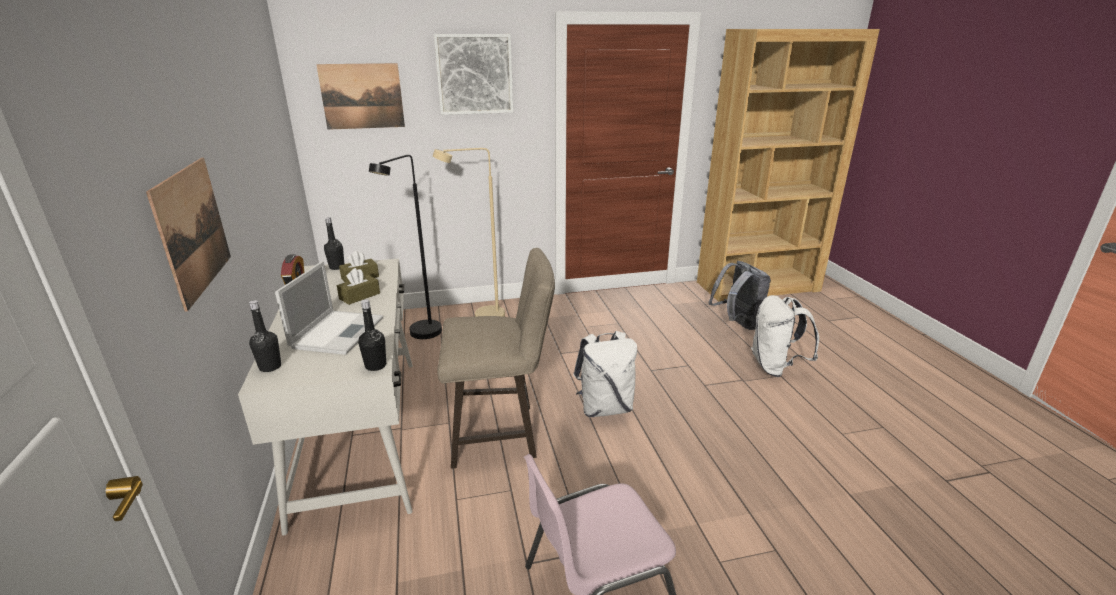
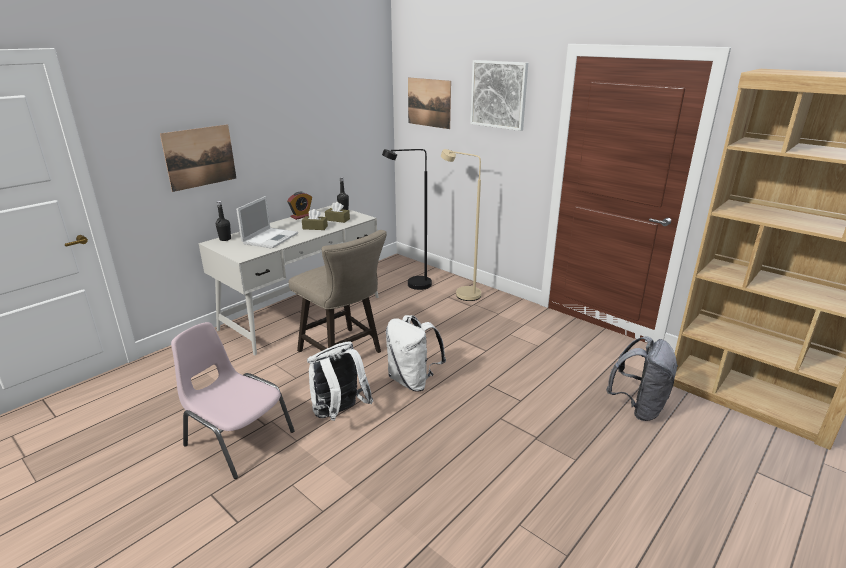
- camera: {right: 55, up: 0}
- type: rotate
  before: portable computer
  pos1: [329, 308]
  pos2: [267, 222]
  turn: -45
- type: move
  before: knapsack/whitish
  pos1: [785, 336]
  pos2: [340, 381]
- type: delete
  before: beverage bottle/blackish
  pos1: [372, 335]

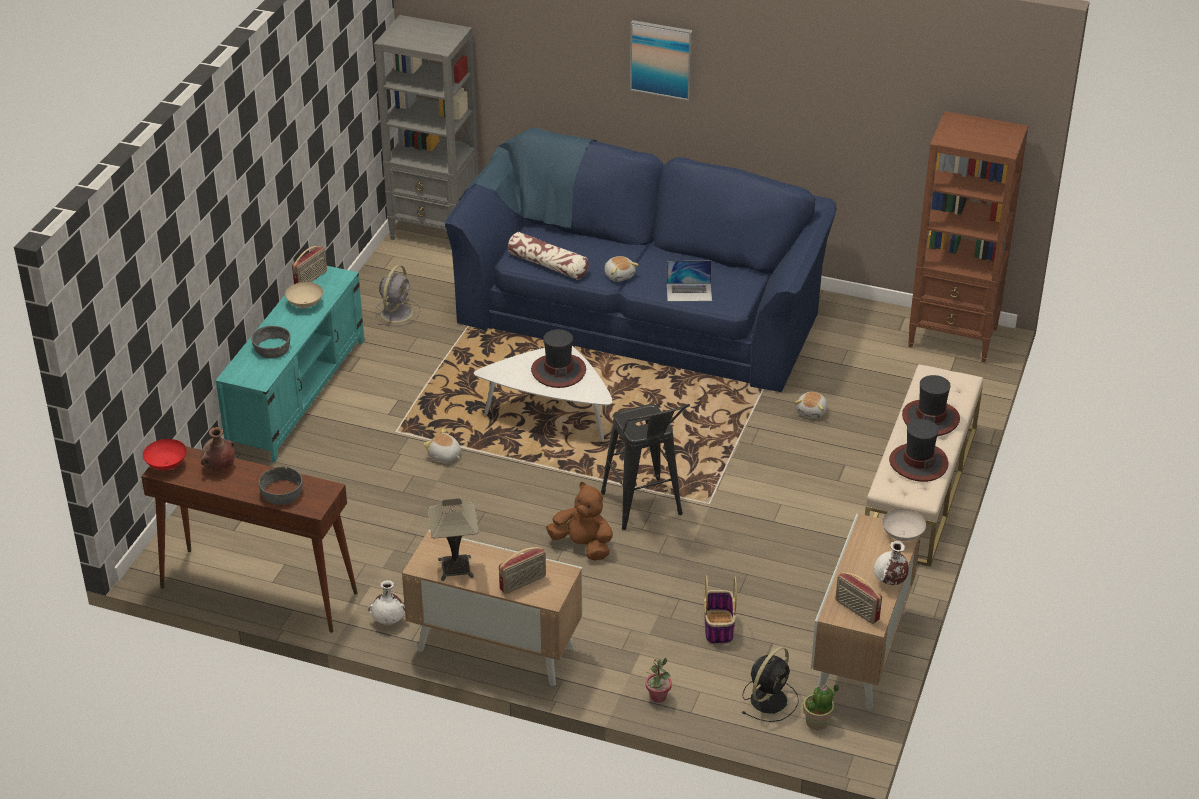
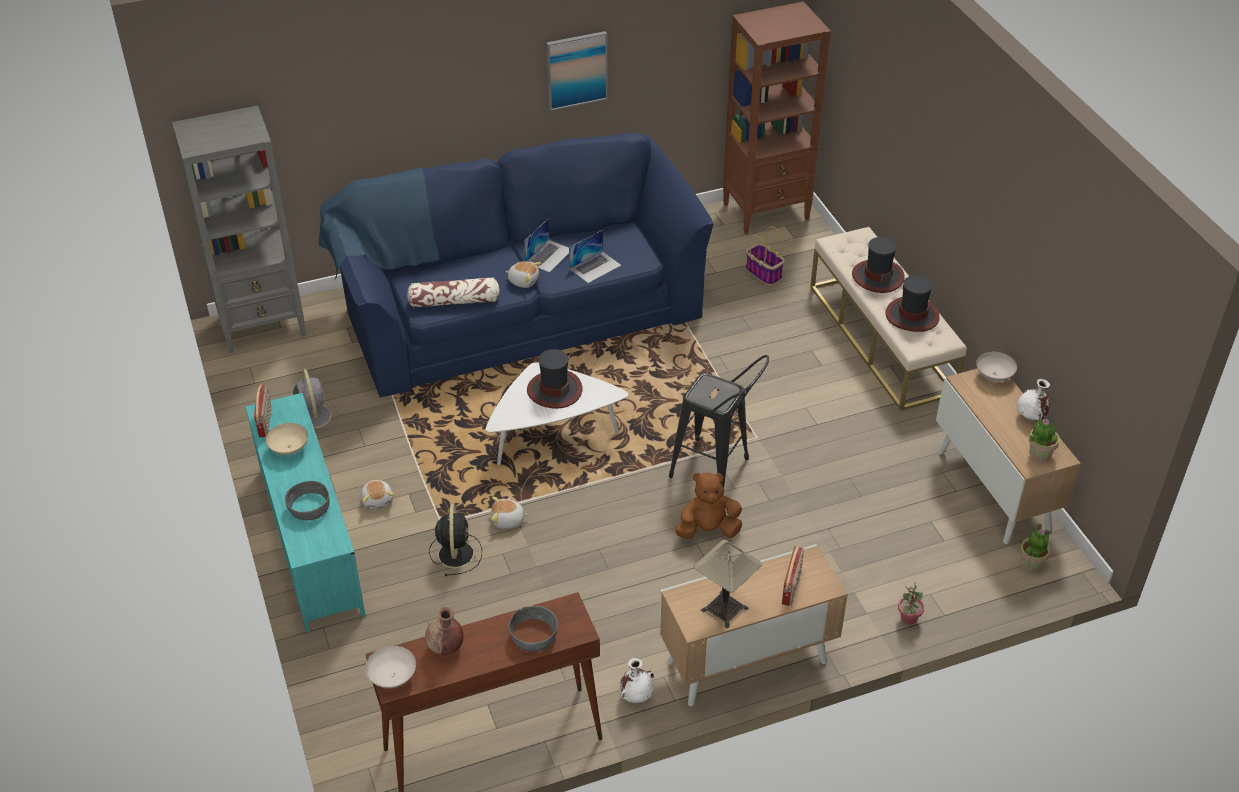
- camera: {right: -40, up: 5}
- type: move
  before: picture
  pos1: [661, 60]
  pos2: [577, 71]
- type: move
  before: soft toy
  pos1: [811, 405]
  pos2: [377, 494]
- type: recolor
  before: deep dish/red
  after: deep dish/whitish
  pos1: [165, 454]
  pos2: [390, 667]
- type: replace
  before: radio receiver
  after: plant in a pot
  pos1: [858, 598]
  pos2: [1044, 440]
- type: move
  before: storage basket
  pos1: [720, 610]
  pos2: [765, 255]
- type: move
  before: electric fan/blackish
  pos1: [770, 684]
  pos2: [455, 539]
- type: insert
  after: portable computer
  pos2: [546, 245]

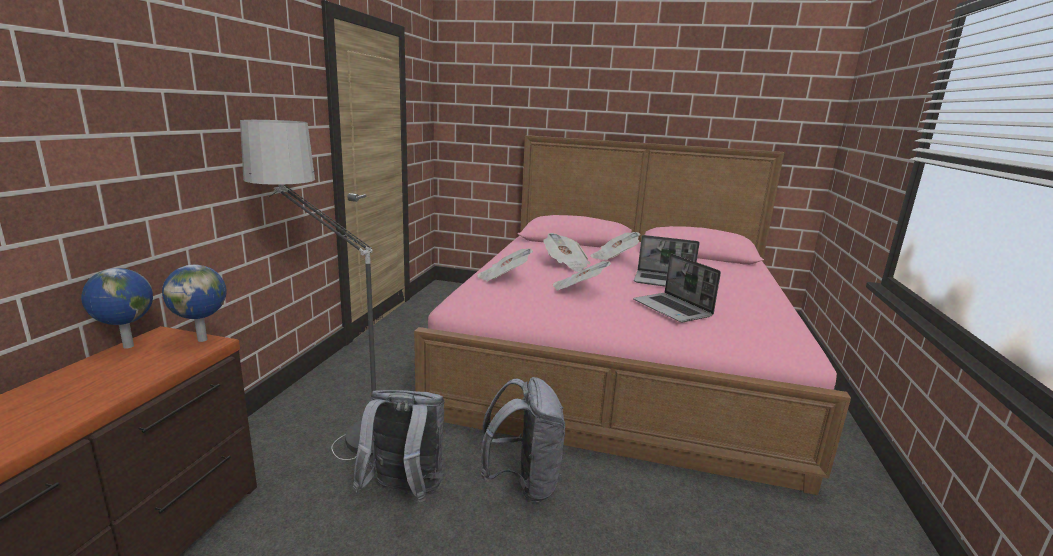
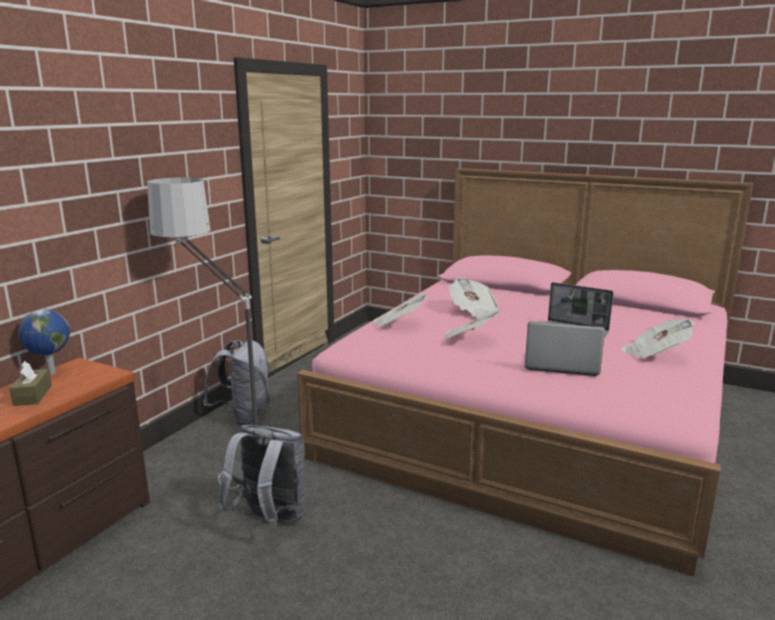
- camera: {right: 15, up: 0}
- type: move
  before: newspaper
  pos1: [615, 246]
  pos2: [658, 339]
- type: rotate
  before: portable computer
  pos1: [677, 288]
  pos2: [565, 349]
  turn: 120
- type: delete
  before: globe
  pos1: [194, 303]
- type: move
  before: knapsack/grey
  pos1: [523, 439]
  pos2: [236, 383]
- type: insert
  after: tissue holder/brown-coloured
  pos2: [30, 383]

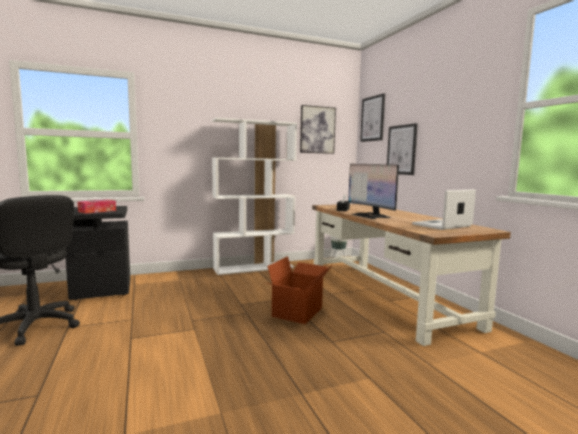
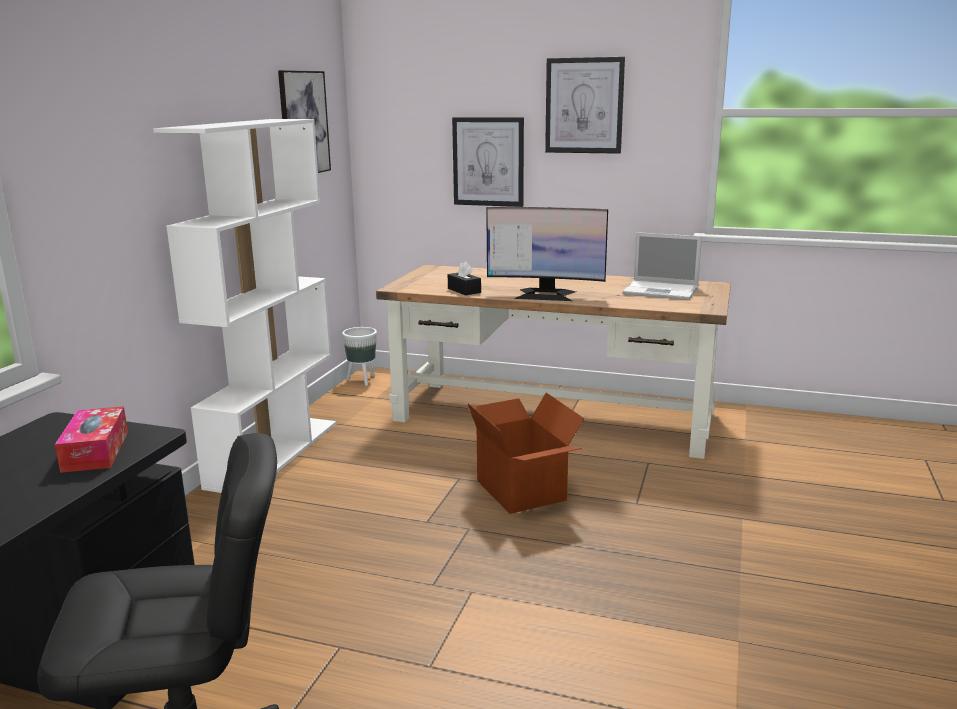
- camera: {right: -50, up: 10}
- type: move
  before: picture
  pos1: [372, 117]
  pos2: [585, 105]
- type: rotate
  before: portable computer
  pos1: [444, 209]
  pos2: [662, 266]
  turn: -75

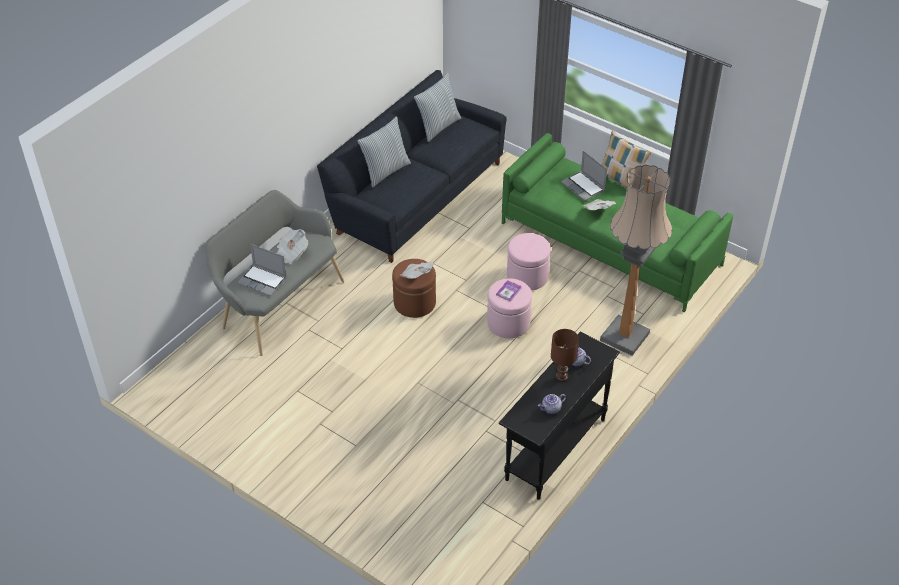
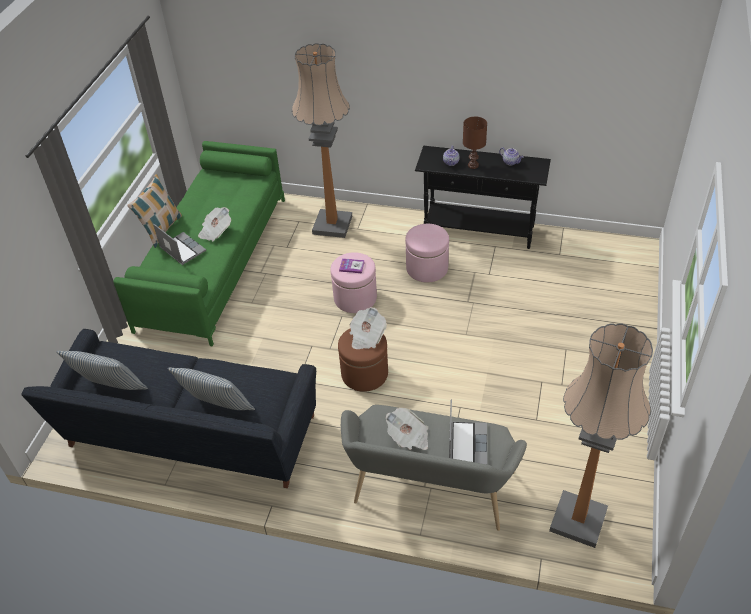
- camera: {right: -110, up: 0}
- type: rotate
  before: portable computer
  pos1: [584, 175]
  pos2: [179, 244]
  turn: -75
- type: move
  before: pouffe/pink-coloured
  pos1: [529, 262]
  pos2: [427, 253]
- type: insert
  after: floor lamp
  pos2: [601, 435]

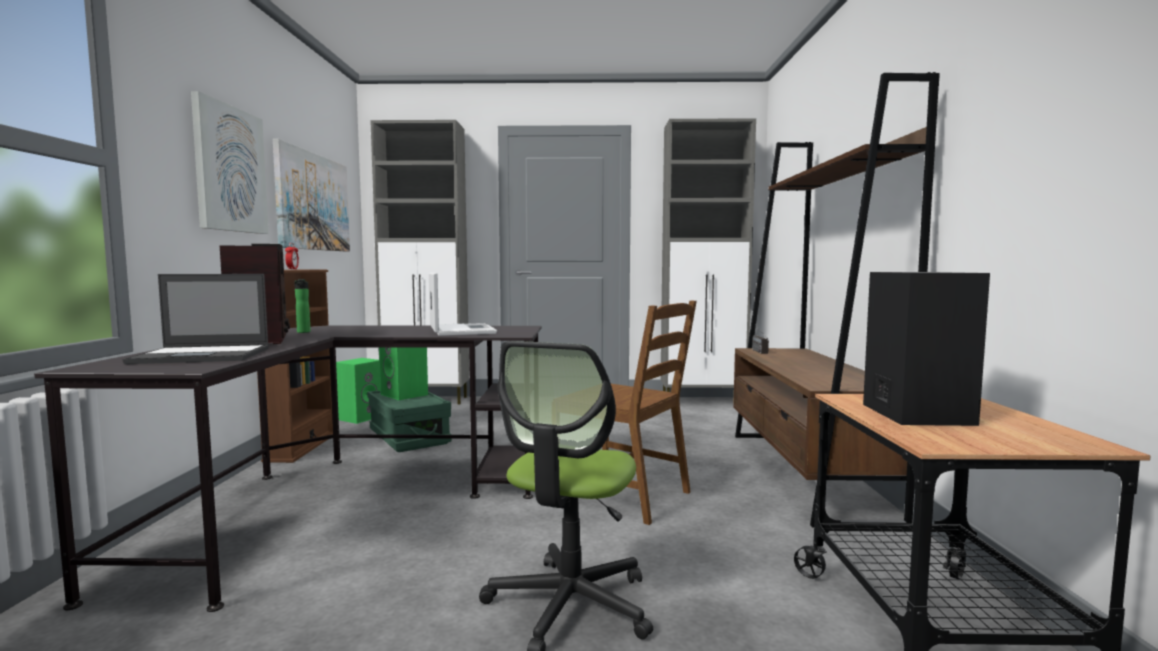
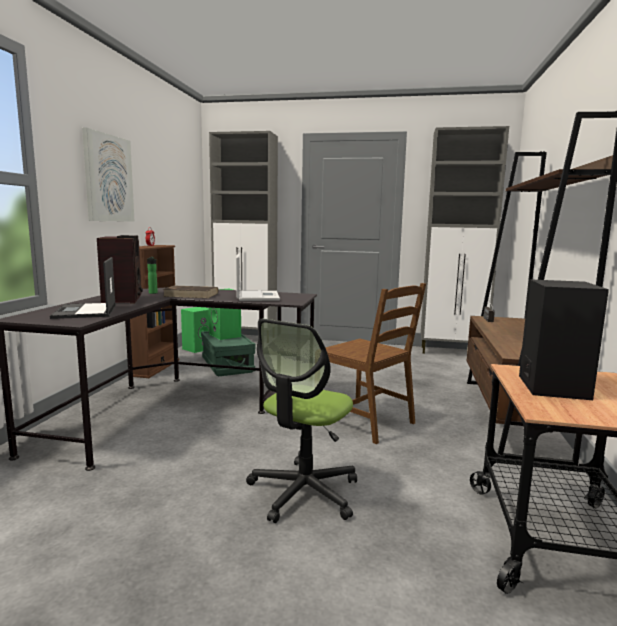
- camera: {right: 10, up: 5}
- type: delete
  before: picture
  pos1: [311, 195]
- type: rotate
  before: portable computer
  pos1: [196, 319]
  pos2: [83, 288]
  turn: 75
- type: insert
  after: book/brown-coloured
  pos2: [190, 292]

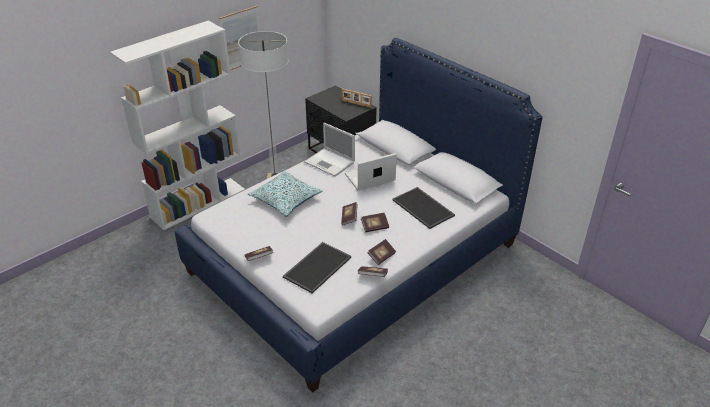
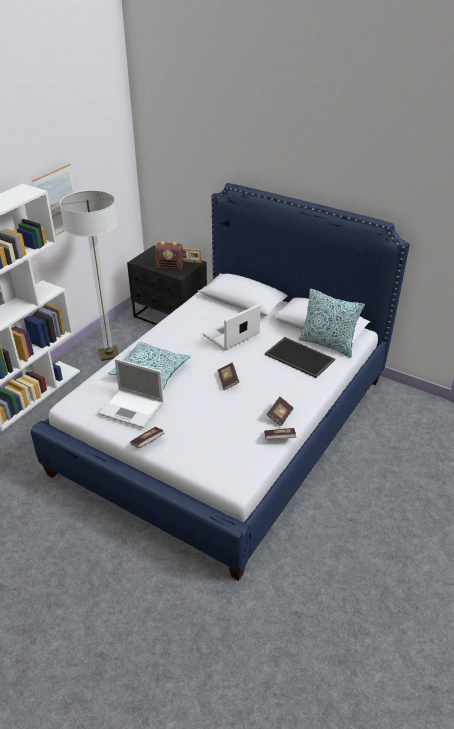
- camera: {right: -15, up: 0}
- type: move
  before: portable computer
  pos1: [329, 150]
  pos2: [131, 393]
- type: delete
  before: book
  pos1: [375, 223]
- type: delete
  before: tray
  pos1: [317, 267]
- type: insert
  after: radio receiver
  pos2: [169, 256]
- type: insert
  after: throw pillow
  pos2: [331, 323]

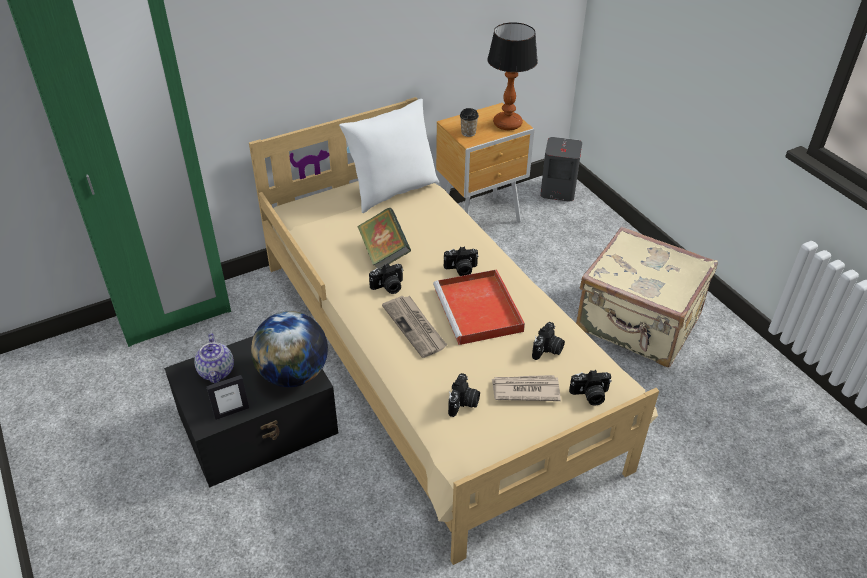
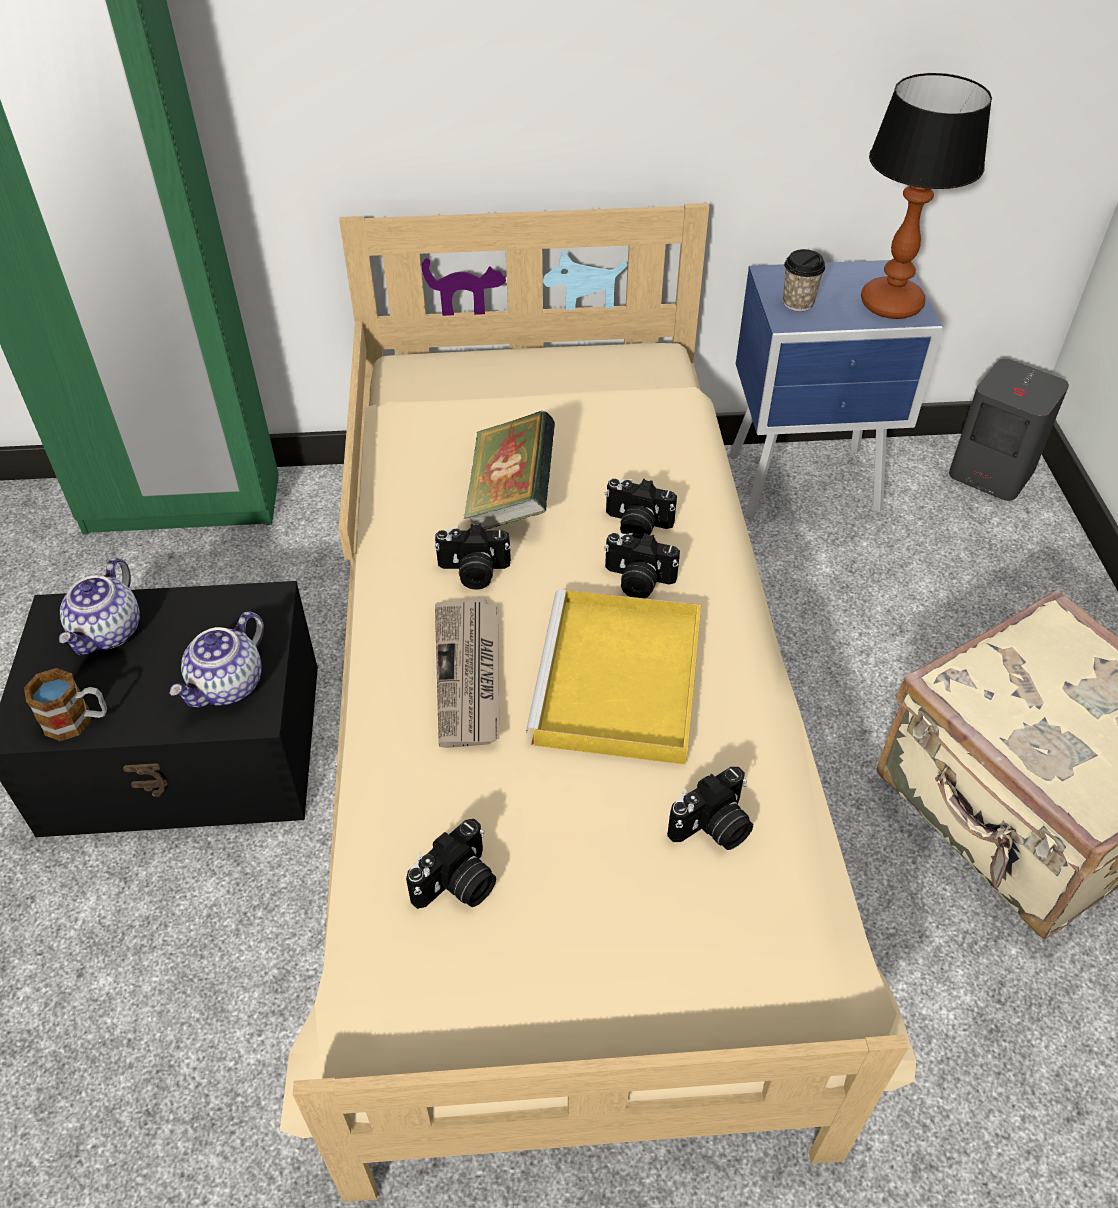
- camera: {right: 25, up: 5}
- type: delete
  before: throw pillow/whitish
  pos1: [389, 156]
- type: recolor
  before: night table/brown-coloured
  after: night table/bluish
  pos1: [485, 162]
  pos2: [836, 390]
- type: recolor
  before: tray/red
  after: tray/yellow
  pos1: [479, 307]
  pos2: [613, 677]
- type: replace
  before: globe
  after: pot for tea
  pos1: [289, 349]
  pos2: [216, 660]
- type: move
  before: photo camera
  pos1: [590, 387]
  pos2: [641, 509]
- type: replace
  before: standing frame
  after: tea mug
  pos1: [227, 397]
  pos2: [65, 704]
- type: delete
  before: newspaper
  pos1: [526, 388]

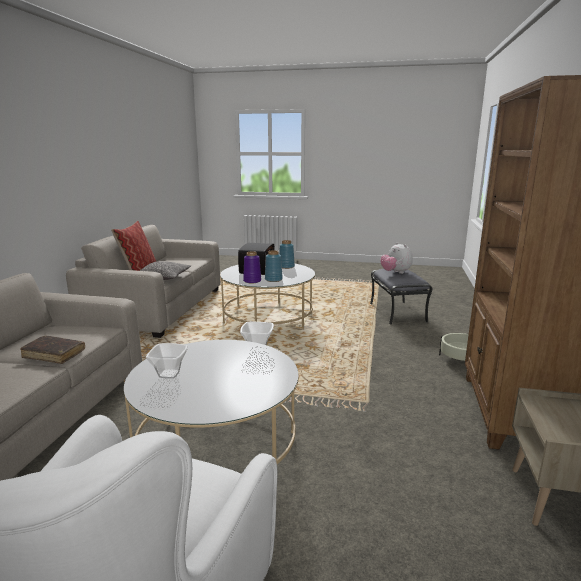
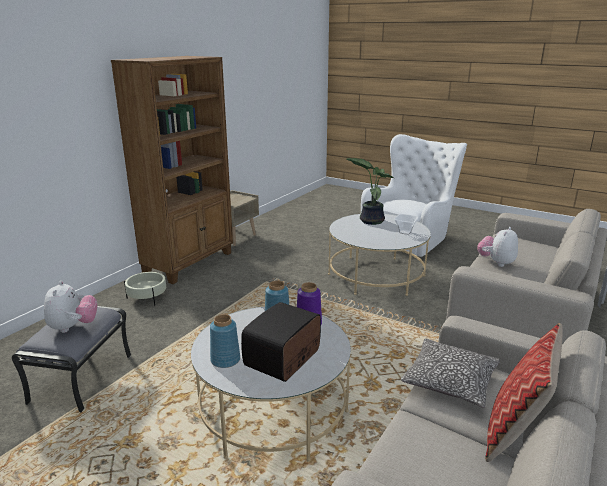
- camera: {right: -160, up: 5}
- type: delete
  before: deep dish
  pos1: [257, 337]
- type: replace
  before: book/brown-coloured
  after: soft toy
  pos1: [52, 349]
  pos2: [497, 247]
- type: insert
  after: plant in a pot
  pos2: [370, 191]

